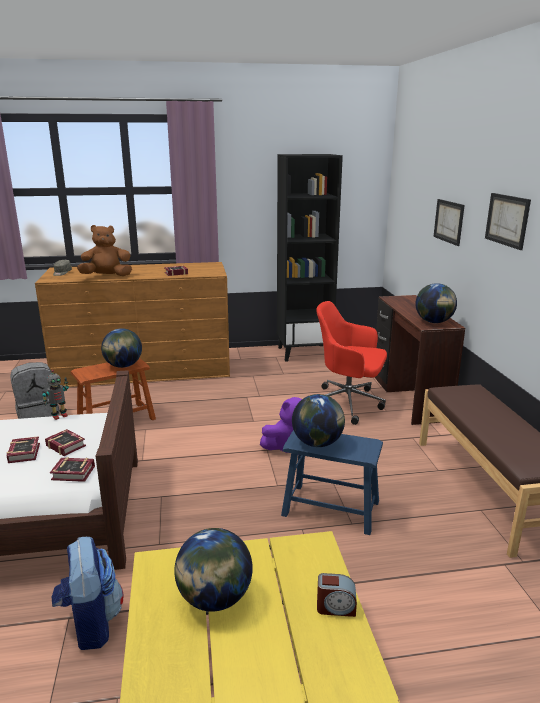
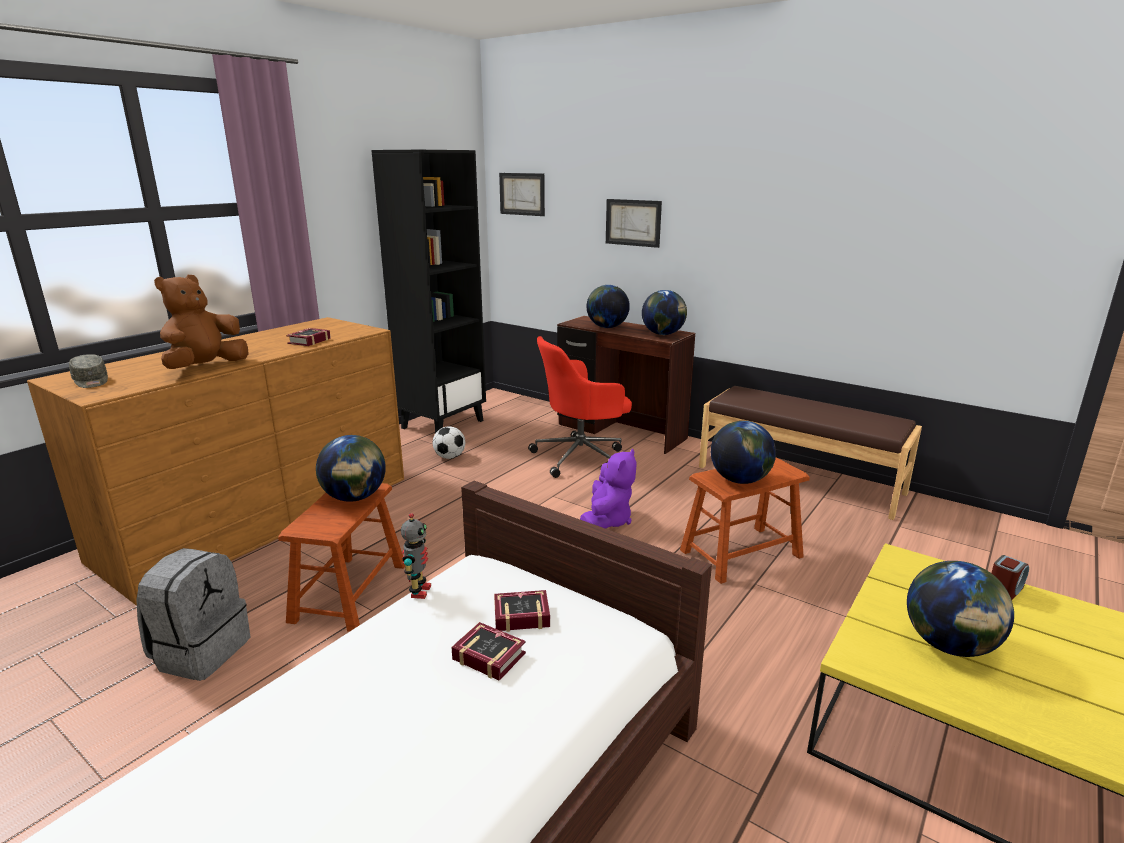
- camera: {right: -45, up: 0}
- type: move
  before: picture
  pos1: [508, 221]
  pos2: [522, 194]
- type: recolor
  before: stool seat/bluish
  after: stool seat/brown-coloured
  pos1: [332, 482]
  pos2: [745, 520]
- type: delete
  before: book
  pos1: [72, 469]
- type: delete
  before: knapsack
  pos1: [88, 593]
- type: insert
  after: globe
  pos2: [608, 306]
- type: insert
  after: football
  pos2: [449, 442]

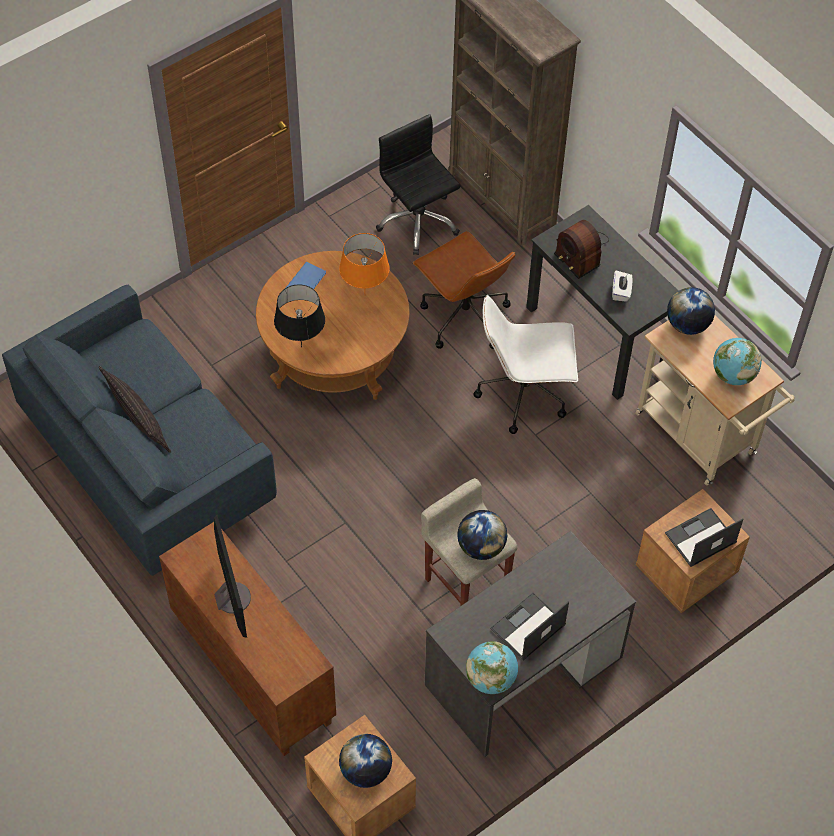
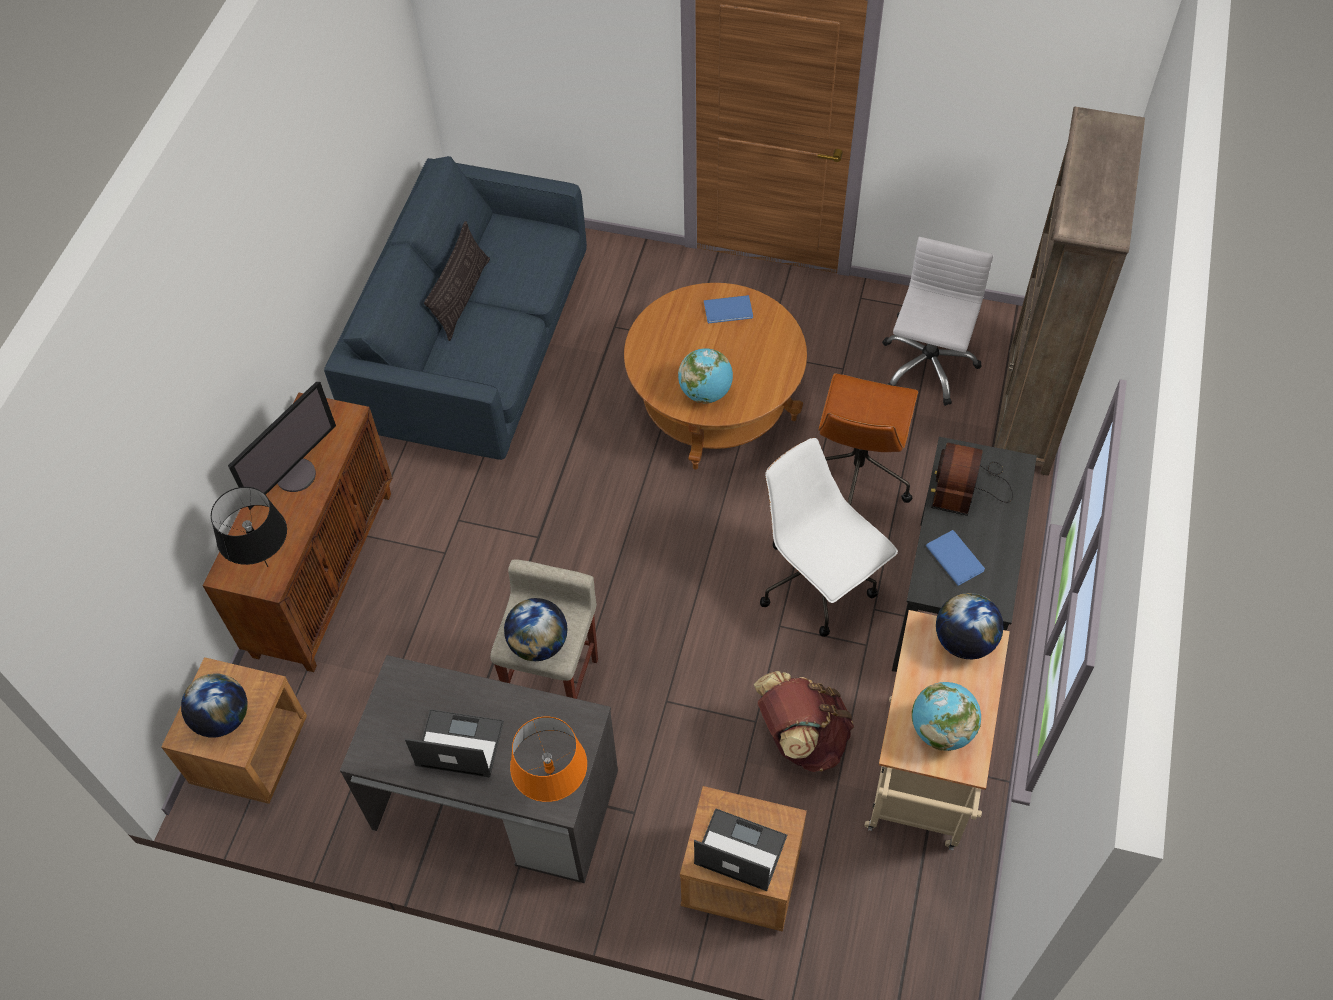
- camera: {right: 55, up: 0}
- type: recolor
  before: office chair/blackish
  after: office chair/whitish
  pos1: [418, 184]
  pos2: [937, 321]
- type: move
  before: lamp for a table/orange
  pos1: [364, 260]
  pos2: [548, 759]
- type: replace
  before: tissue holder/whitish
  after: book/bluish
  pos1: [622, 286]
  pos2: [955, 558]
- type: move
  before: lamp for a table/blackish
  pos1: [299, 315]
  pos2: [249, 527]
- type: move
  before: globe
  pos1: [492, 667]
  pos2: [705, 376]
- type: insert
  after: knapsack/brown-coloured
  pos2: [804, 721]

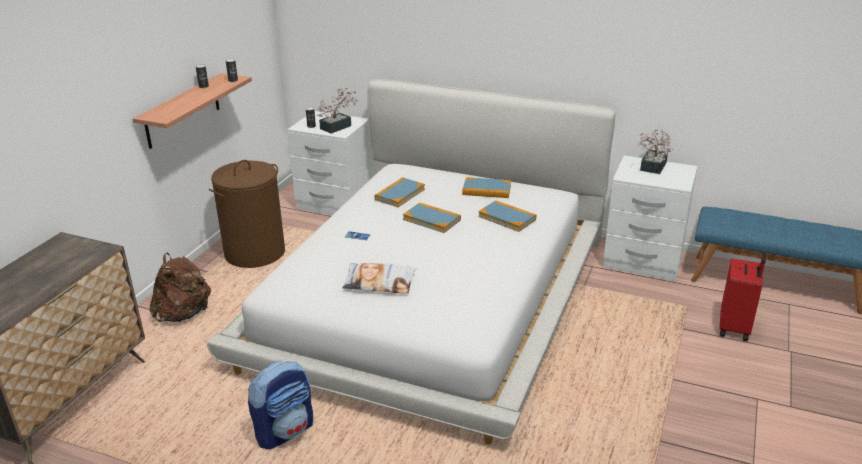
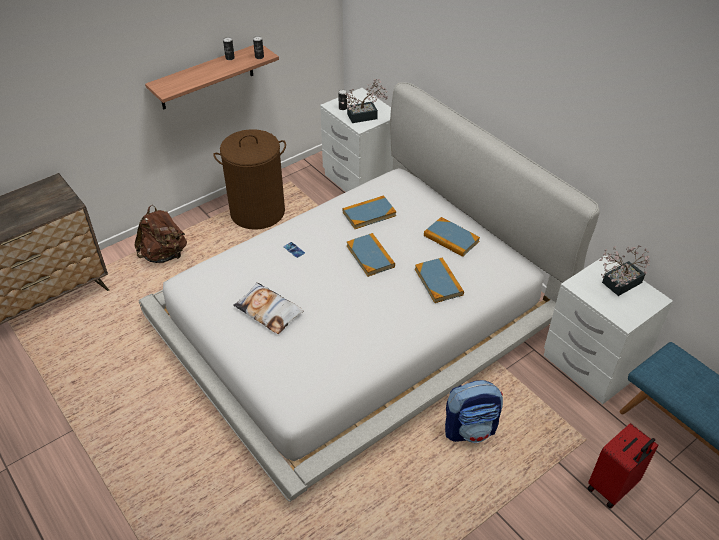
- camera: {right: 30, up: 15}
- type: move
  before: knapsack
  pos1: [280, 405]
  pos2: [474, 411]

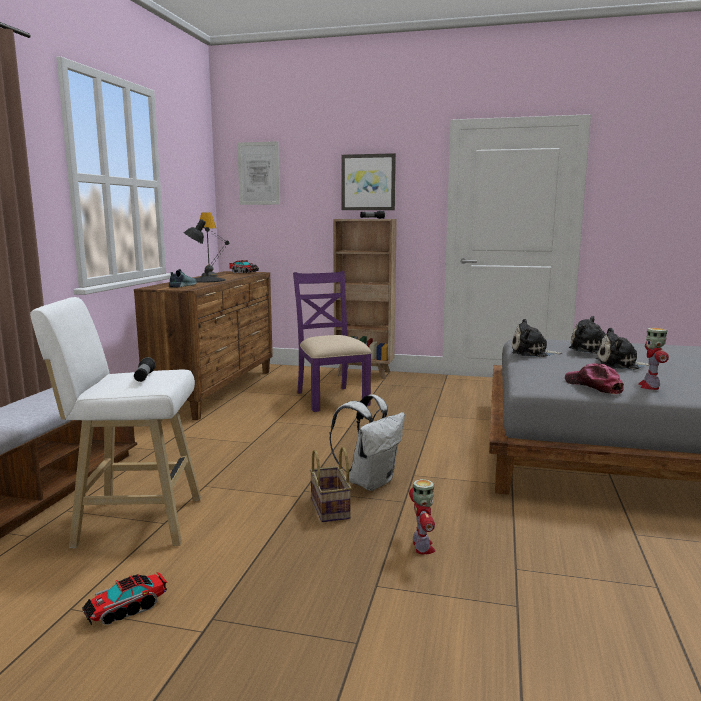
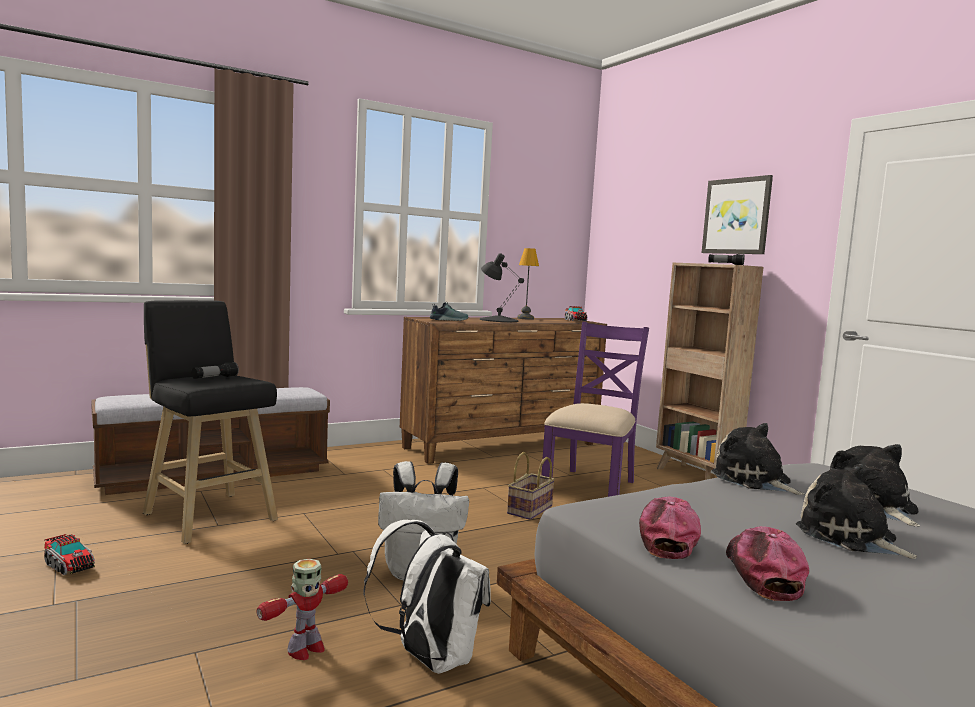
- camera: {right: 45, up: -5}
- type: delete
  before: picture
  pos1: [258, 173]
- type: recolor
  before: stool seat/whitish
  after: stool seat/blackish
  pos1: [115, 422]
  pos2: [210, 422]
- type: replace
  before: toy robot
  after: peaked cap
  pos1: [654, 359]
  pos2: [767, 563]
- type: move
  before: storage basket
  pos1: [331, 484]
  pos2: [531, 486]
- type: rotate
  before: toy lorry
  pos1: [124, 598]
  pos2: [69, 554]
  turn: -150
- type: insert
  after: knapsack/whitish
  pos2: [427, 597]

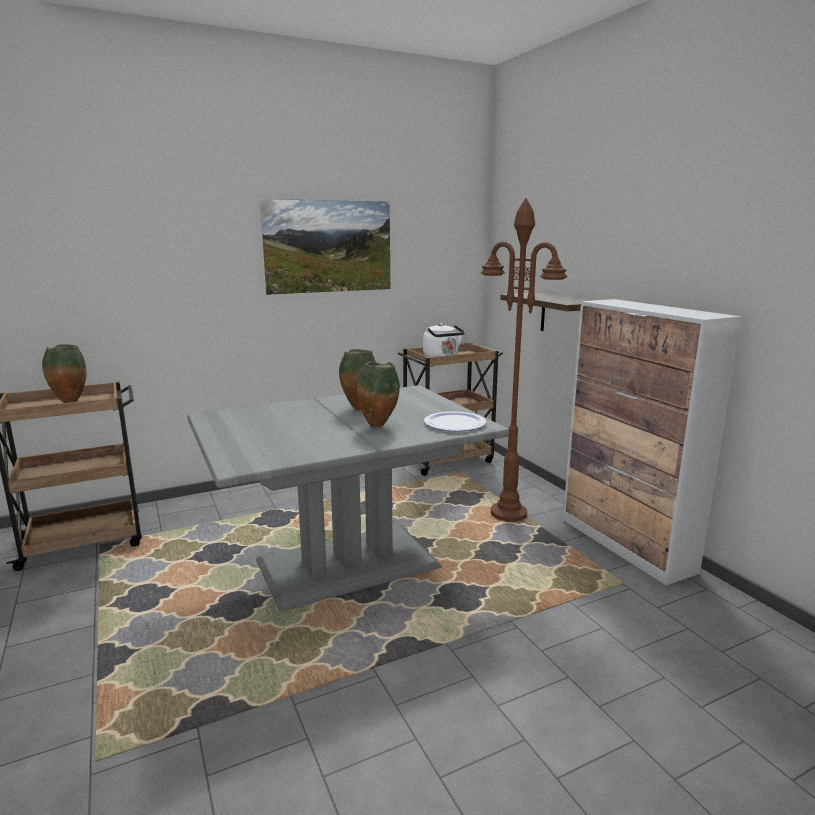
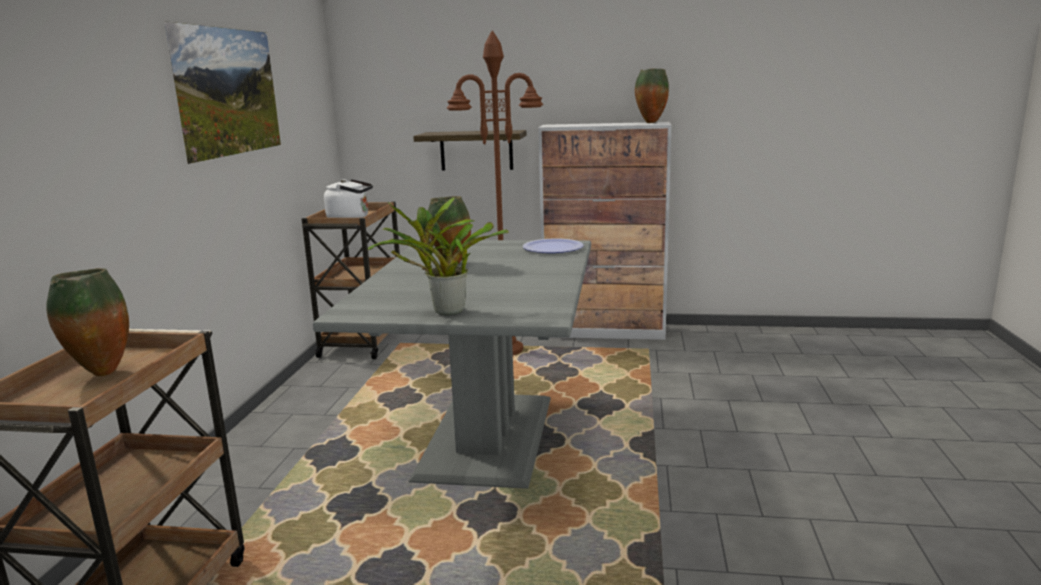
- camera: {right: -55, up: 0}
- type: move
  before: flower vase
  pos1: [378, 394]
  pos2: [652, 96]
- type: insert
  after: plant in a pot
  pos2: [438, 256]

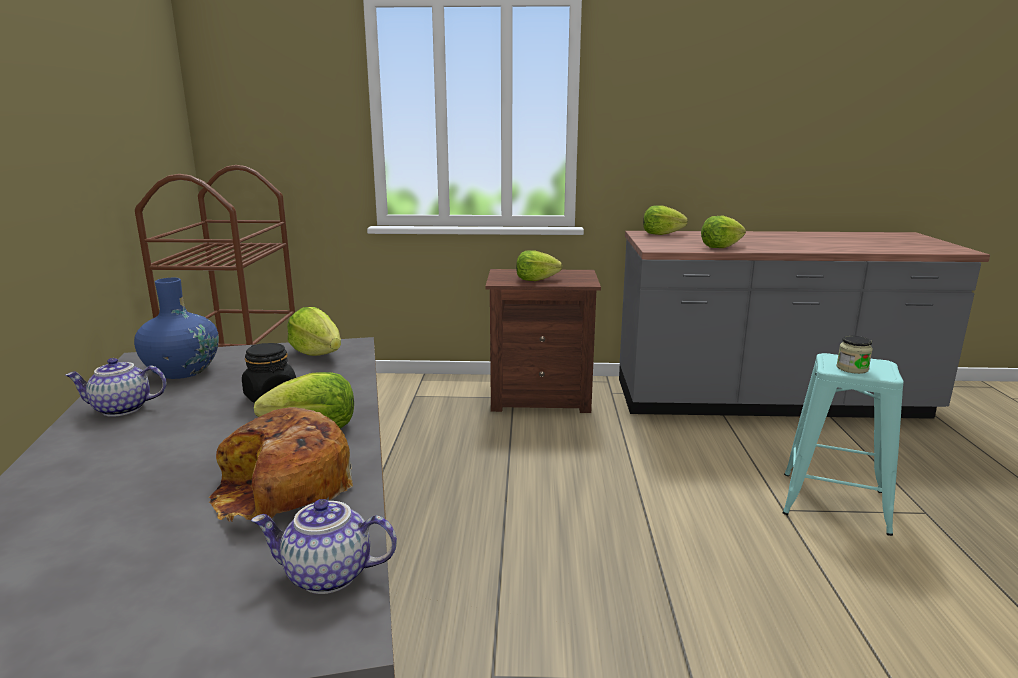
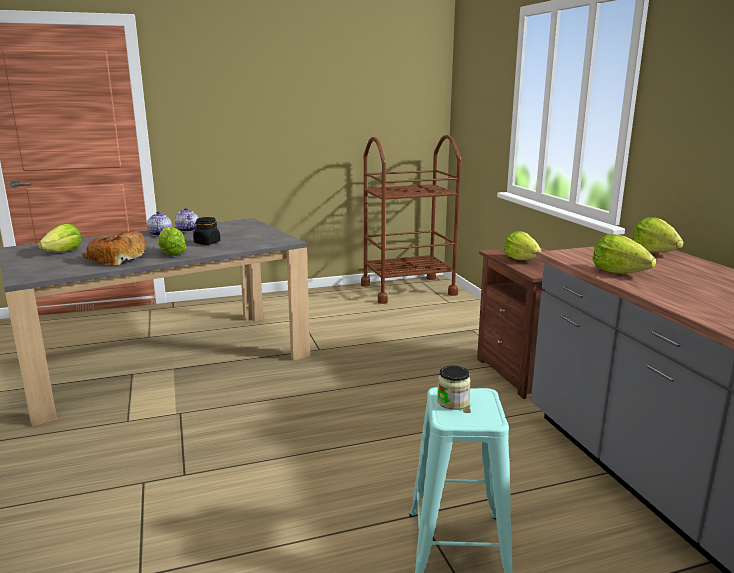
- camera: {right: 70, up: 0}
- type: delete
  before: flower vase/bluish
  pos1: [176, 328]
- type: move
  before: lettuce head
  pos1: [314, 331]
  pos2: [59, 237]
- type: move
  before: pot for tea
  pos1: [324, 546]
  pos2: [159, 223]

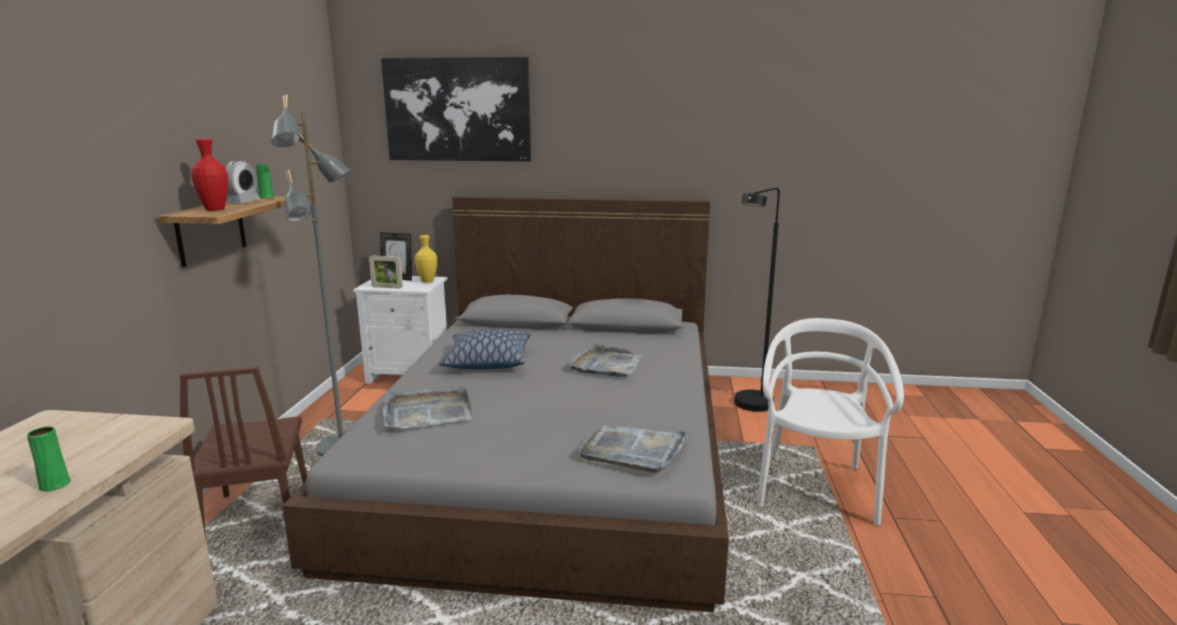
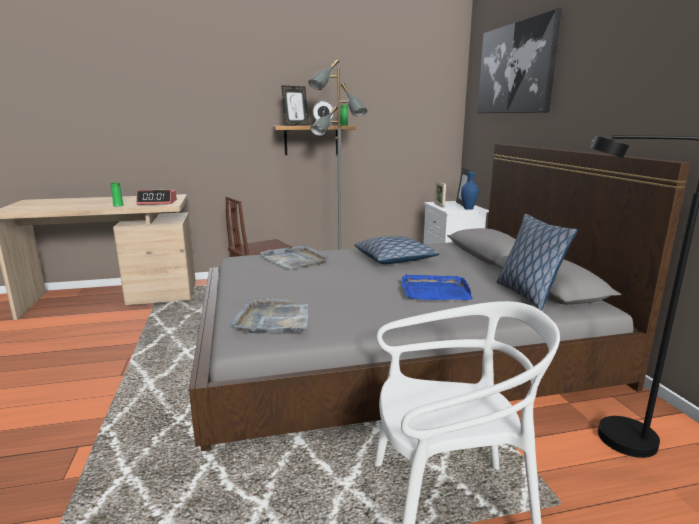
- camera: {right: 70, up: 0}
- type: replace
  before: flower vase/red
  after: standing frame
  pos1: [209, 175]
  pos2: [295, 105]
- type: recolor
  before: flower vase/yellow
  after: flower vase/bluish
  pos1: [426, 259]
  pos2: [470, 191]
- type: recolor
  before: tray/grey
  after: tray/bluish
  pos1: [604, 360]
  pos2: [437, 287]
- type: insert
  after: alarm clock
  pos2: [156, 197]
- type: insert
  after: throw pillow
  pos2: [537, 262]

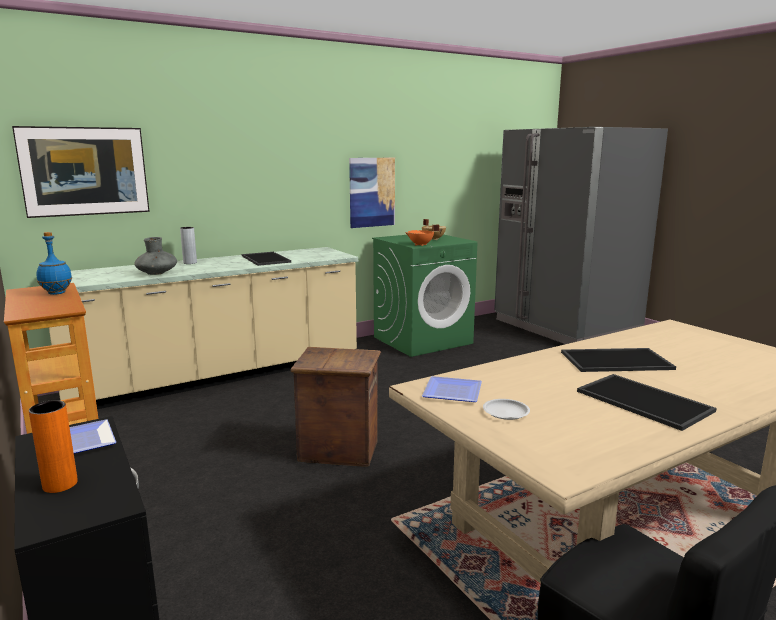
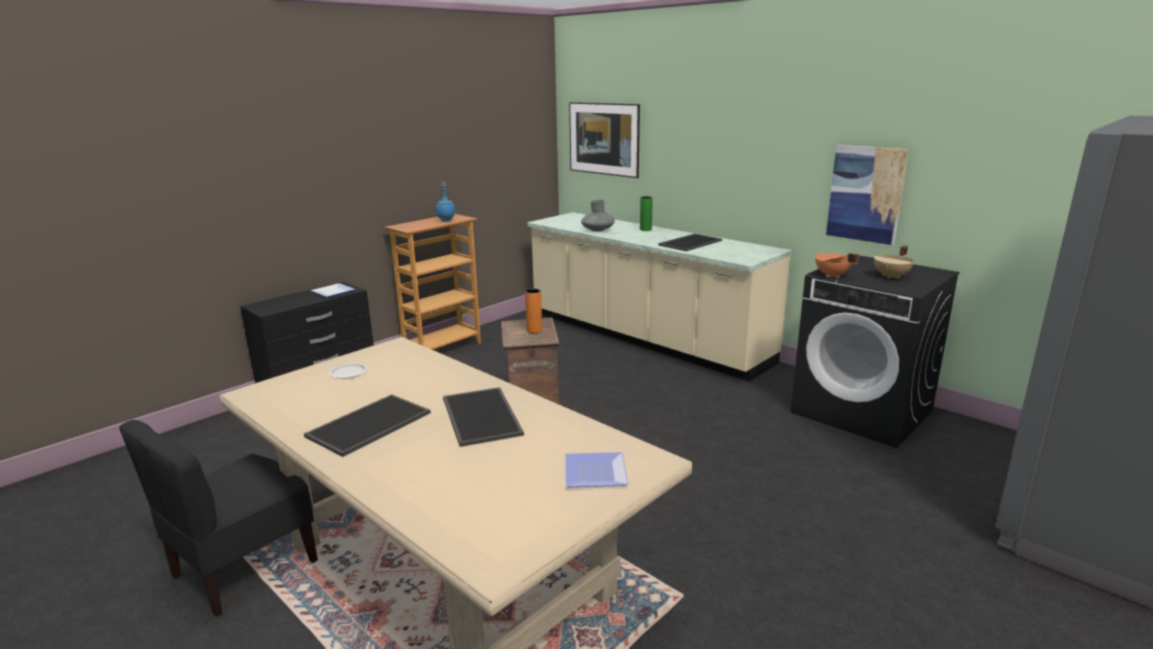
- camera: {right: 75, up: 5}
- type: recolor
  before: flower vase/grey
  after: flower vase/greenish
  pos1: [188, 245]
  pos2: [646, 213]
- type: recolor
  before: washing machine/greenish
  after: washing machine/blackish
  pos1: [424, 295]
  pos2: [875, 351]
- type: move
  before: flat dish
  pos1: [452, 389]
  pos2: [596, 469]
- type: move
  before: flower vase/orange
  pos1: [53, 446]
  pos2: [533, 310]

